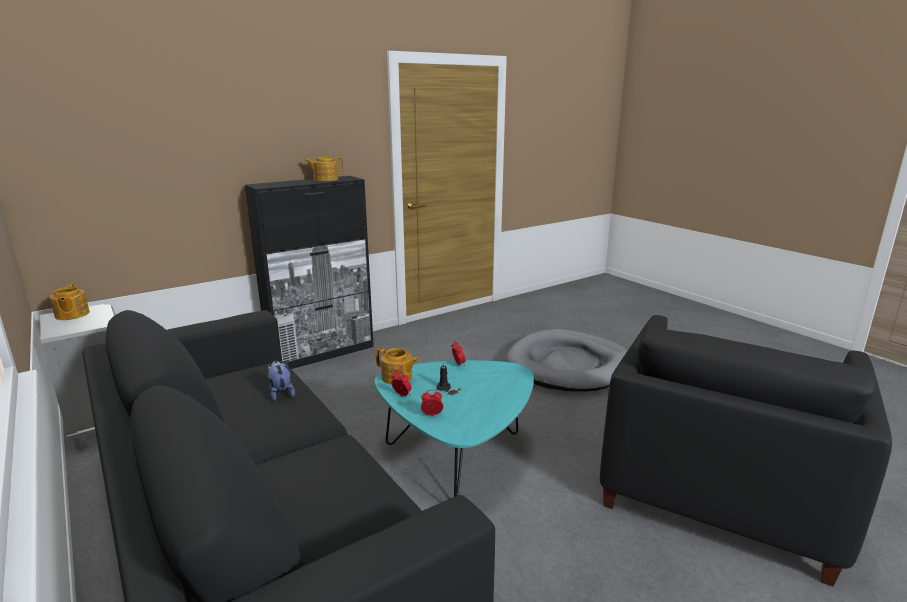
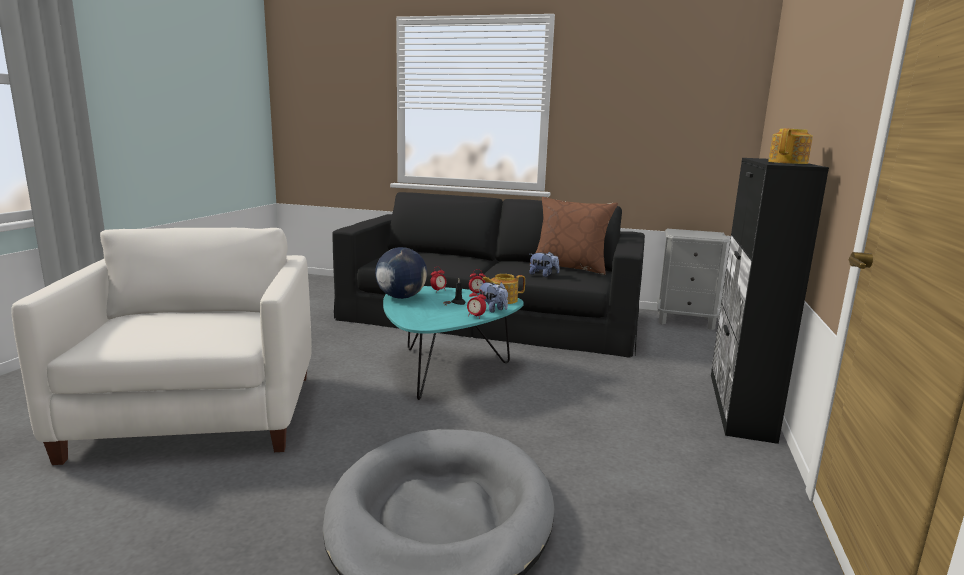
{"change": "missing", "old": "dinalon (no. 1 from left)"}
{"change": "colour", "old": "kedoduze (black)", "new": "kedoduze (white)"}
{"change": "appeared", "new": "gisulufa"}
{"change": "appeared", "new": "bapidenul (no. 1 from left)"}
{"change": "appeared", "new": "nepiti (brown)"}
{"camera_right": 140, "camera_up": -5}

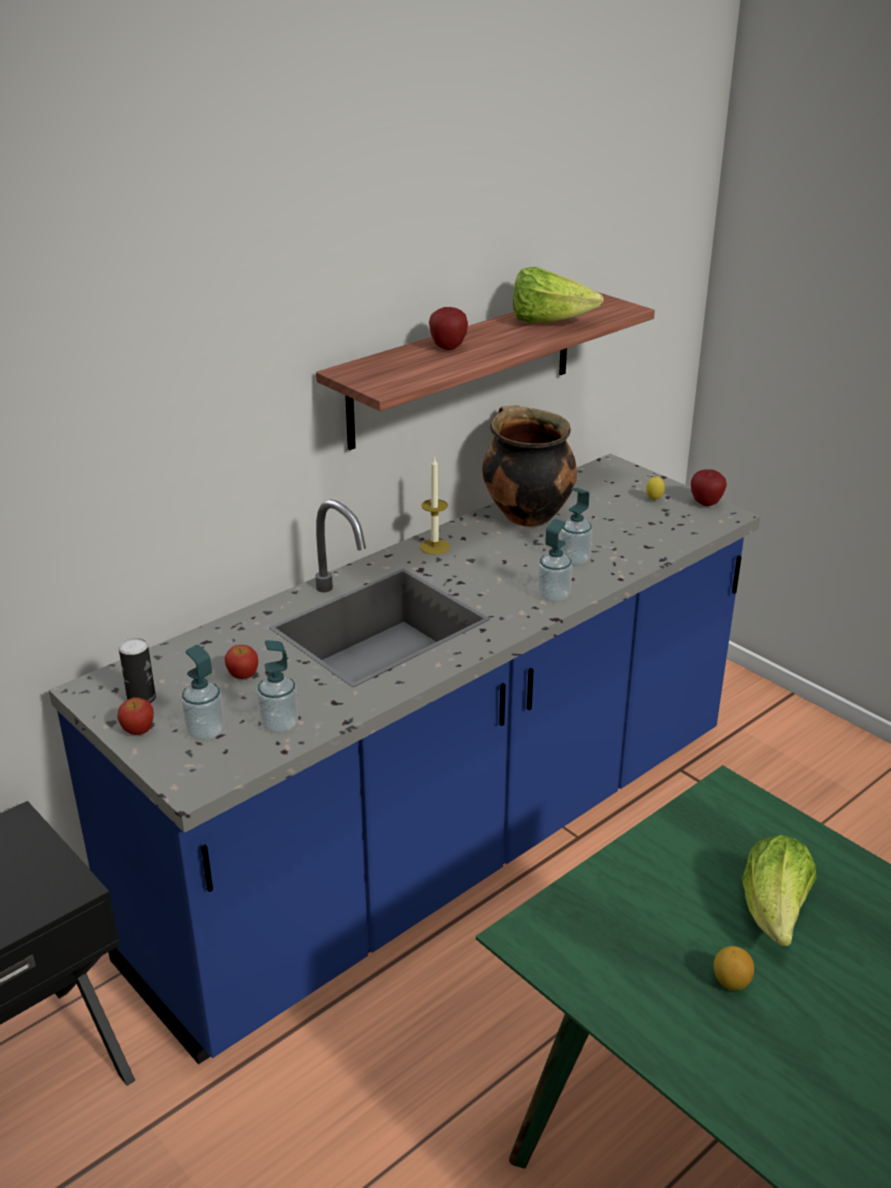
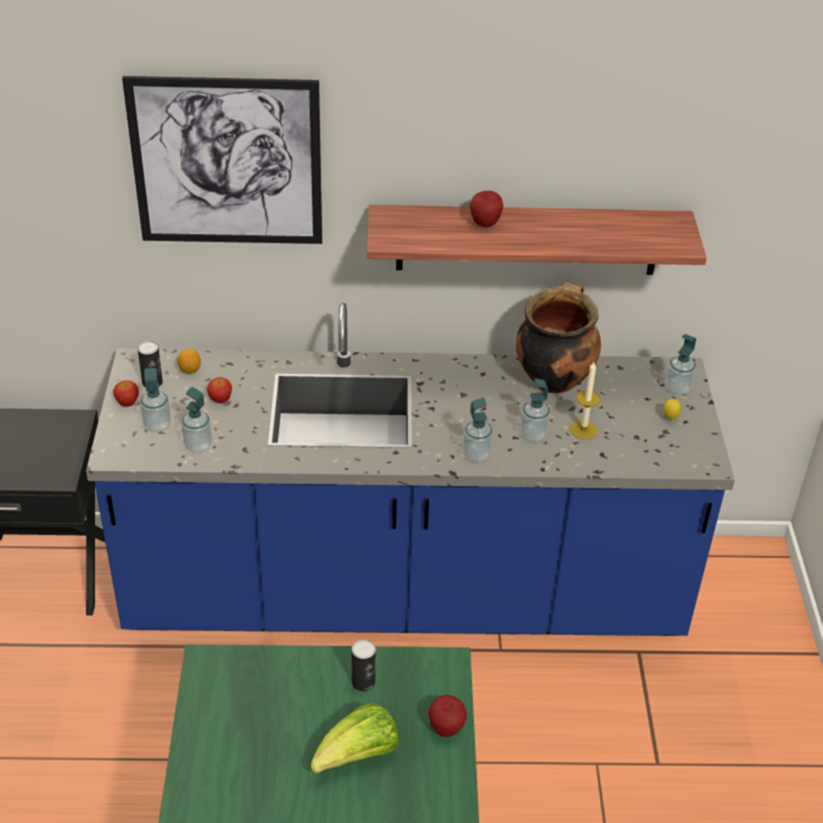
{"change": "relocated", "old": "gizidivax"}
{"change": "missing", "old": "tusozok (no. 1 from left)"}
{"change": "relocated", "old": "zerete (no. 4 from left in the first image)", "new": "zerete (no. 3 from left)"}
{"change": "relocated", "old": "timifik (no. 2 from left in the first image)", "new": "timifik (no. 1 from left)"}
{"change": "appeared", "new": "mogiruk"}
{"change": "appeared", "new": "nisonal (no. 2 from left)"}
{"change": "appeared", "new": "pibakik (no. 5 from left)"}
{"camera_right": 40, "camera_up": 10}

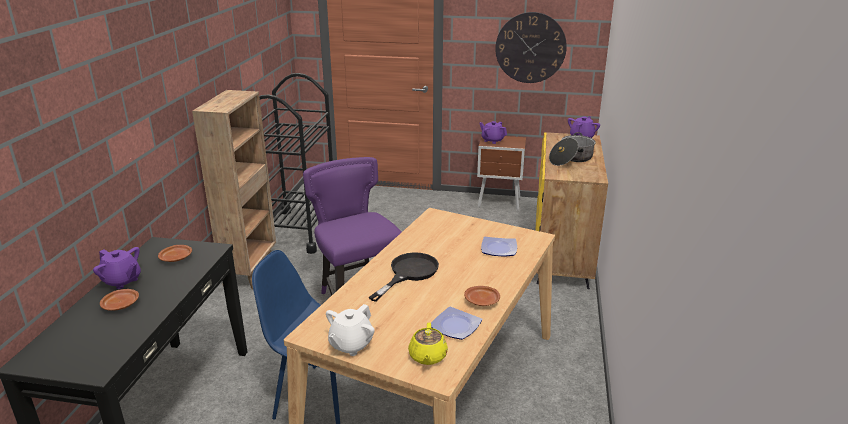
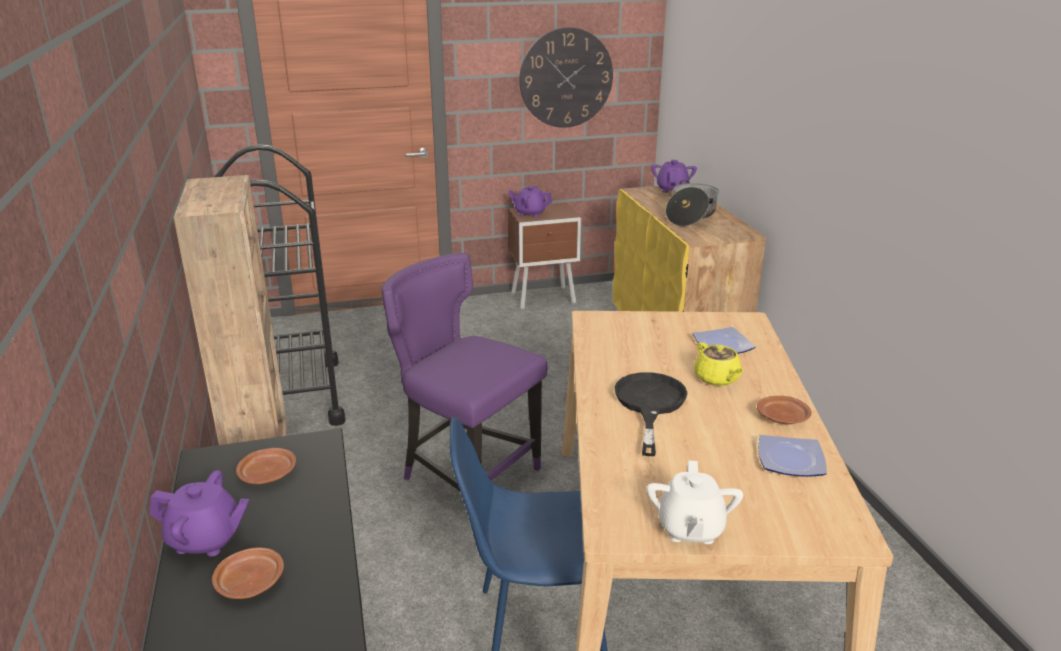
{"change": "relocated", "old": "dinalon (yellow)"}
{"camera_right": -25, "camera_up": 0}

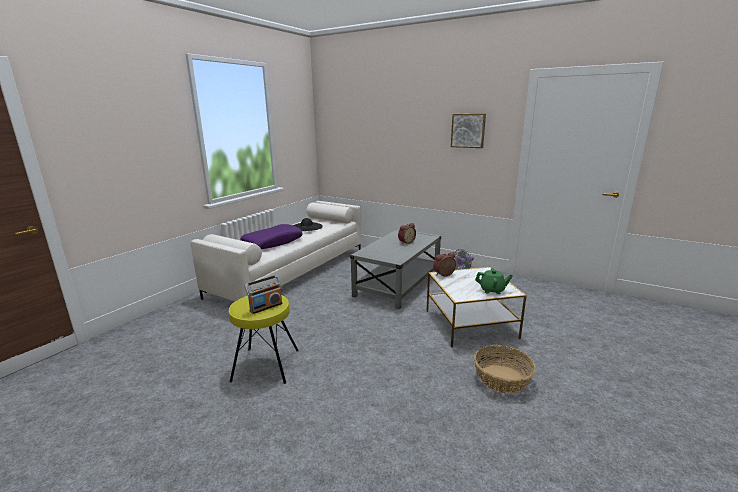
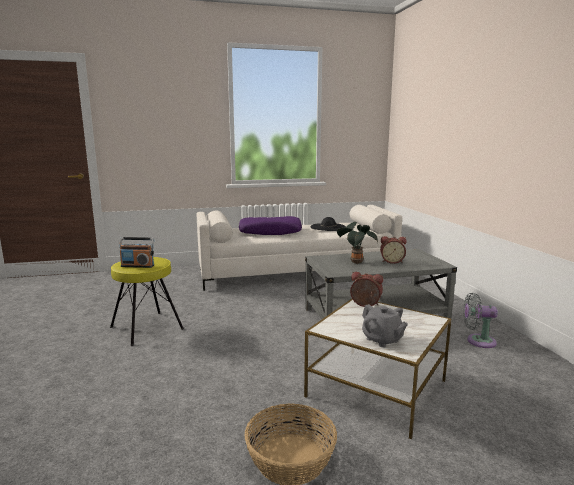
{"change": "missing", "old": "mogiruk"}
{"change": "colour", "old": "dinalon (green)", "new": "dinalon (grey)"}
{"change": "appeared", "new": "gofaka"}
{"camera_right": 45, "camera_up": -5}

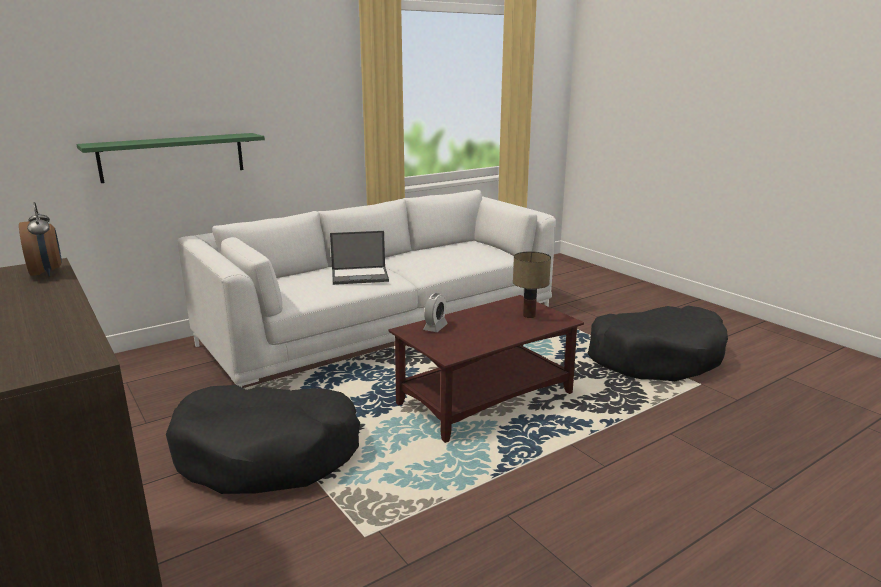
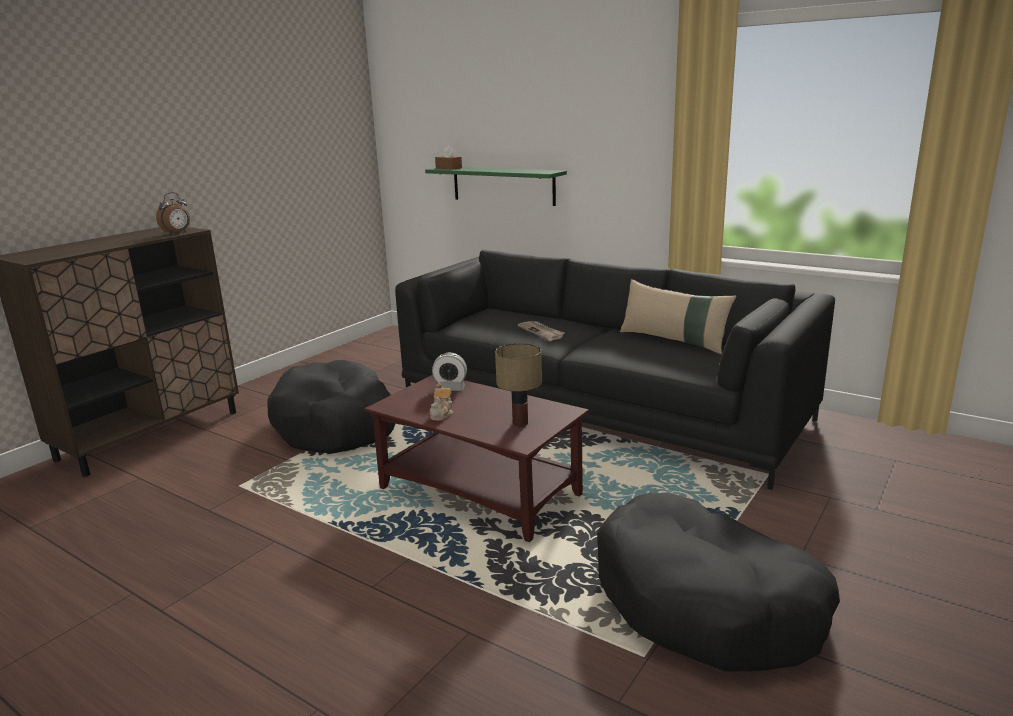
{"change": "colour", "old": "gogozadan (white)", "new": "gogozadan (black)"}
{"change": "exchanged", "old": "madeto", "new": "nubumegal"}
{"change": "appeared", "new": "dinalon"}
{"change": "appeared", "new": "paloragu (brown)"}
{"change": "appeared", "new": "nepiti (beige)"}
{"camera_right": 70, "camera_up": 0}

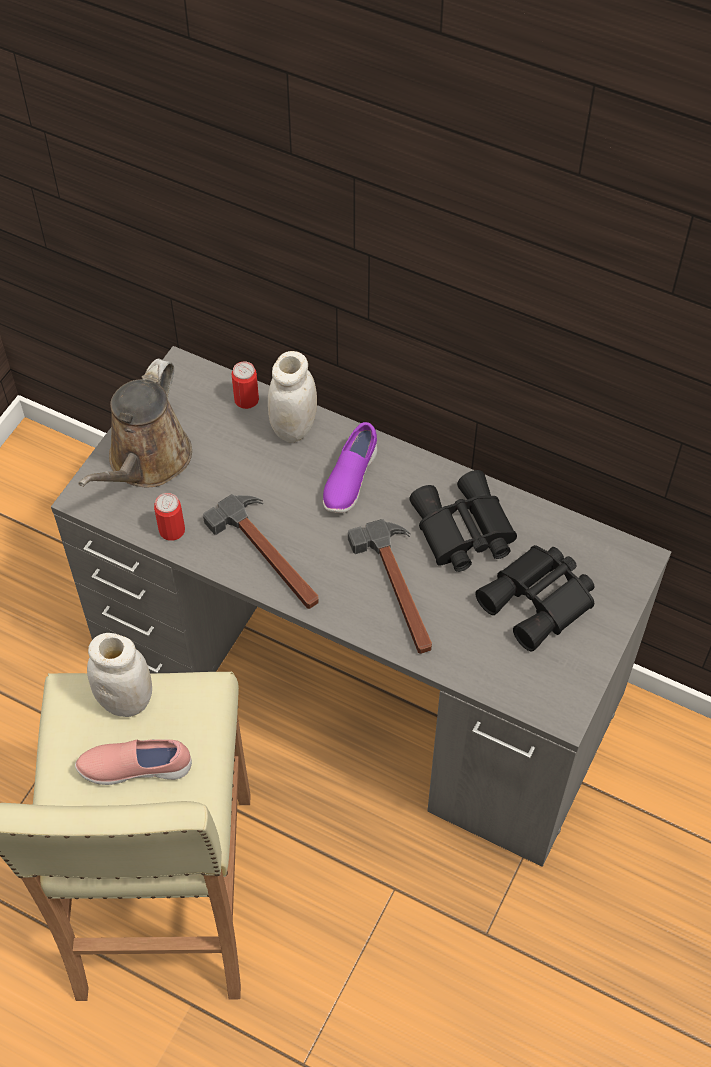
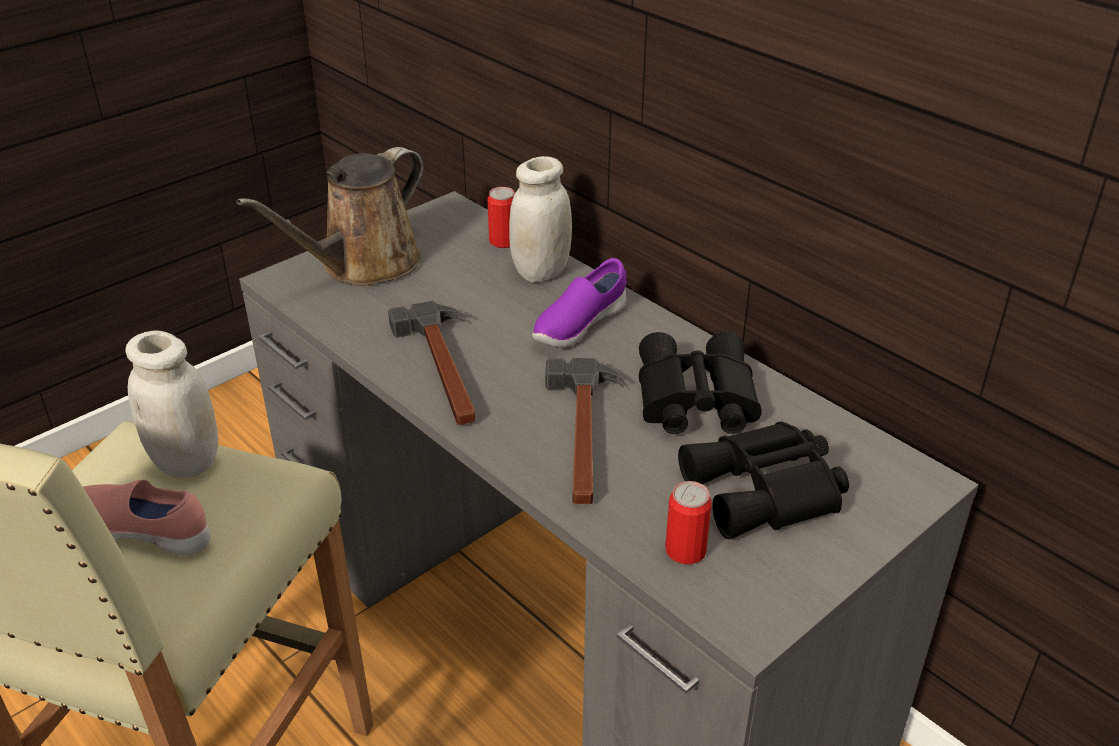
{"change": "relocated", "old": "nisonal (no. 1 from left in the first image)", "new": "nisonal (no. 2 from left)"}
{"camera_right": 20, "camera_up": -20}

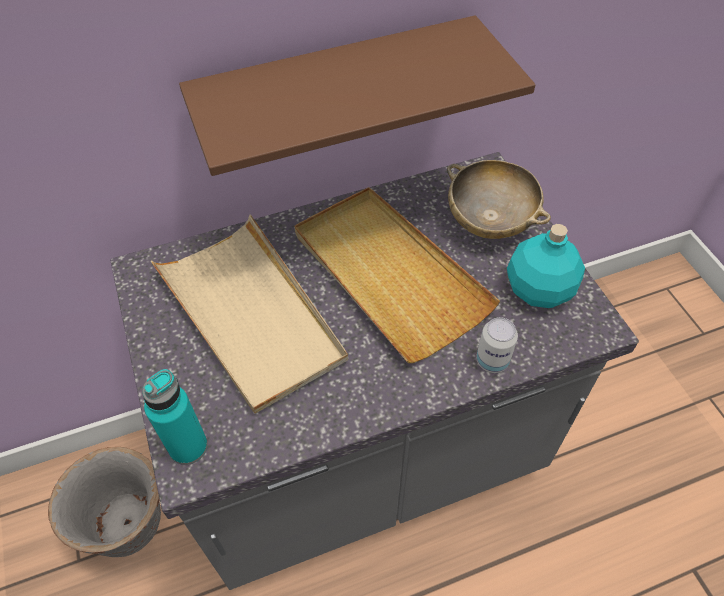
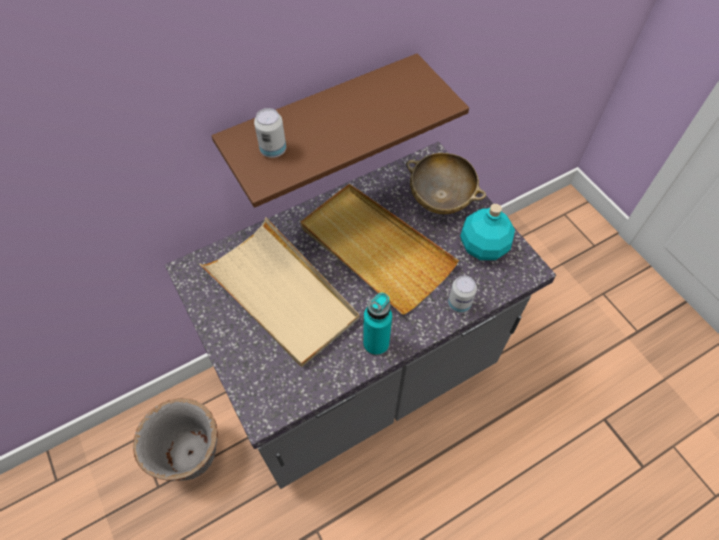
{"change": "relocated", "old": "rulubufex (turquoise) (no. 1 from left)"}
{"change": "appeared", "new": "nisonal (no. 1 from left)"}
{"camera_right": -10, "camera_up": 5}

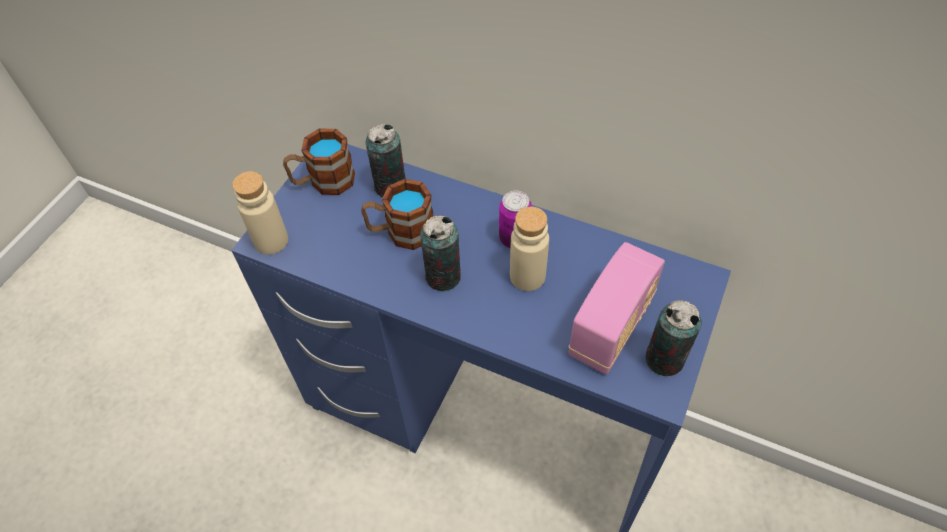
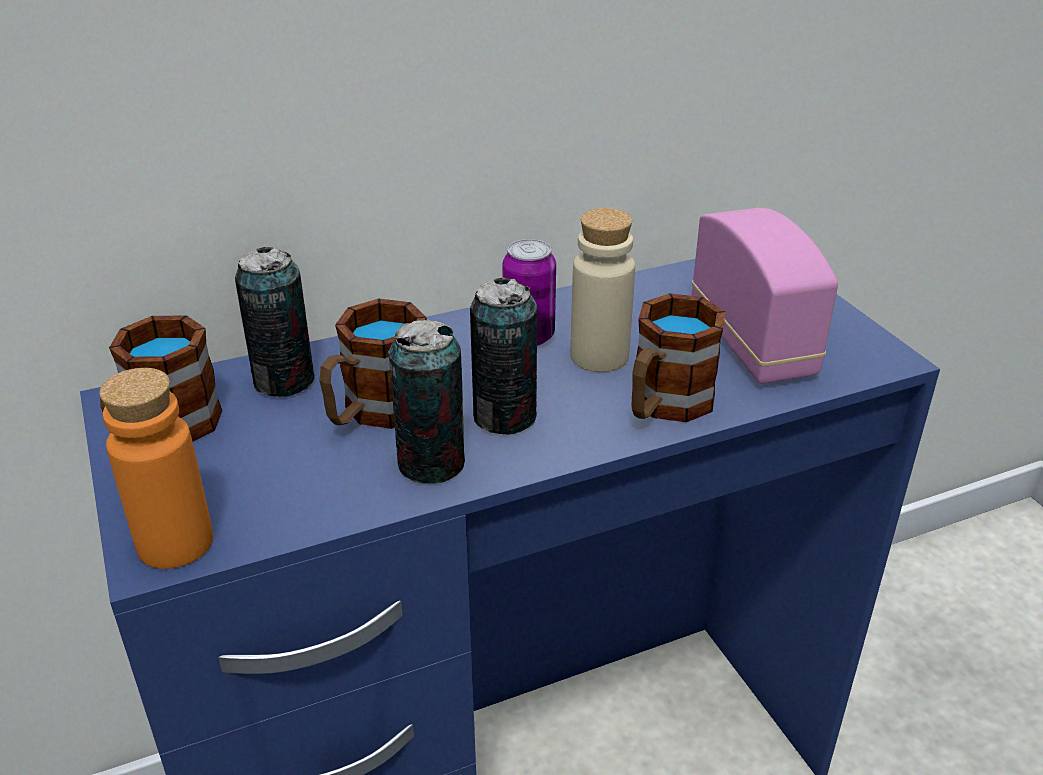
{"change": "colour", "old": "rulubufex (beige) (no. 1 from left)", "new": "rulubufex (orange)"}
{"change": "relocated", "old": "nisonal (no. 4 from left in the first image)", "new": "nisonal (no. 2 from left)"}
{"change": "appeared", "new": "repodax (no. 3 from left)"}
{"camera_right": -50, "camera_up": -20}

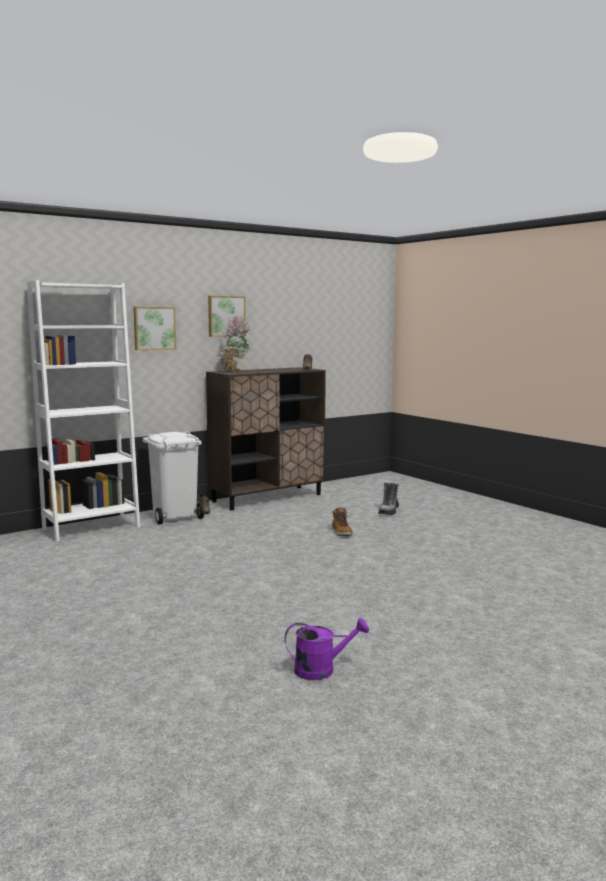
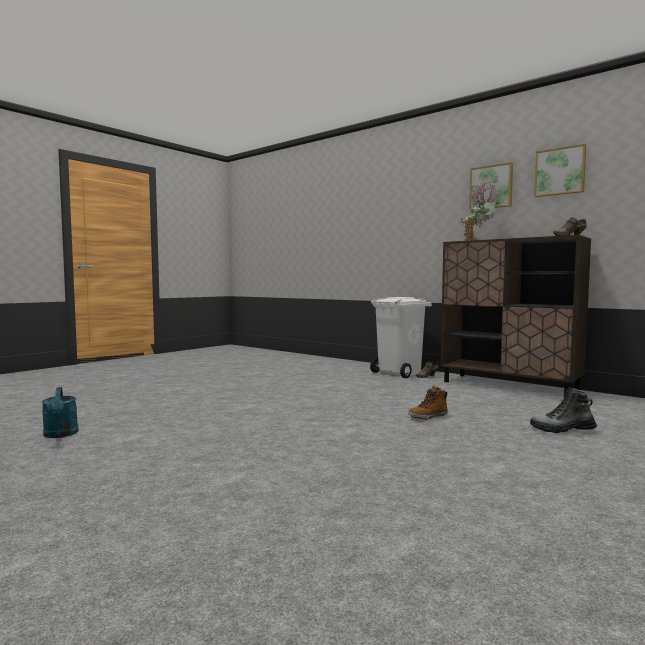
{"change": "missing", "old": "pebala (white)"}
{"change": "relocated", "old": "mogiruk (no. 1 from left in the first image)", "new": "mogiruk (no. 2 from left)"}
{"change": "colour", "old": "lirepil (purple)", "new": "lirepil (turquoise)"}
{"camera_right": 75, "camera_up": -5}

